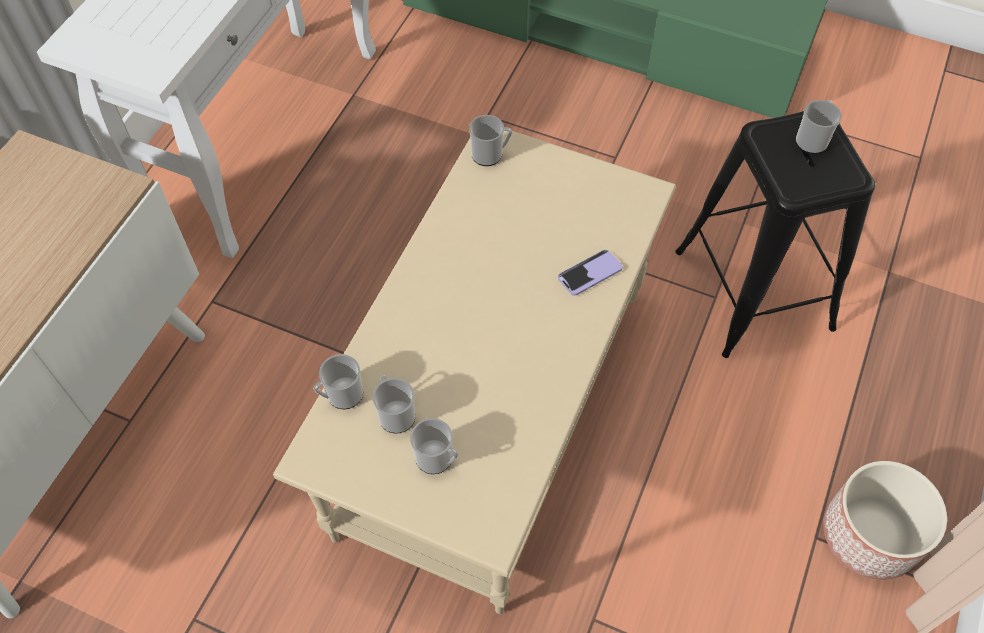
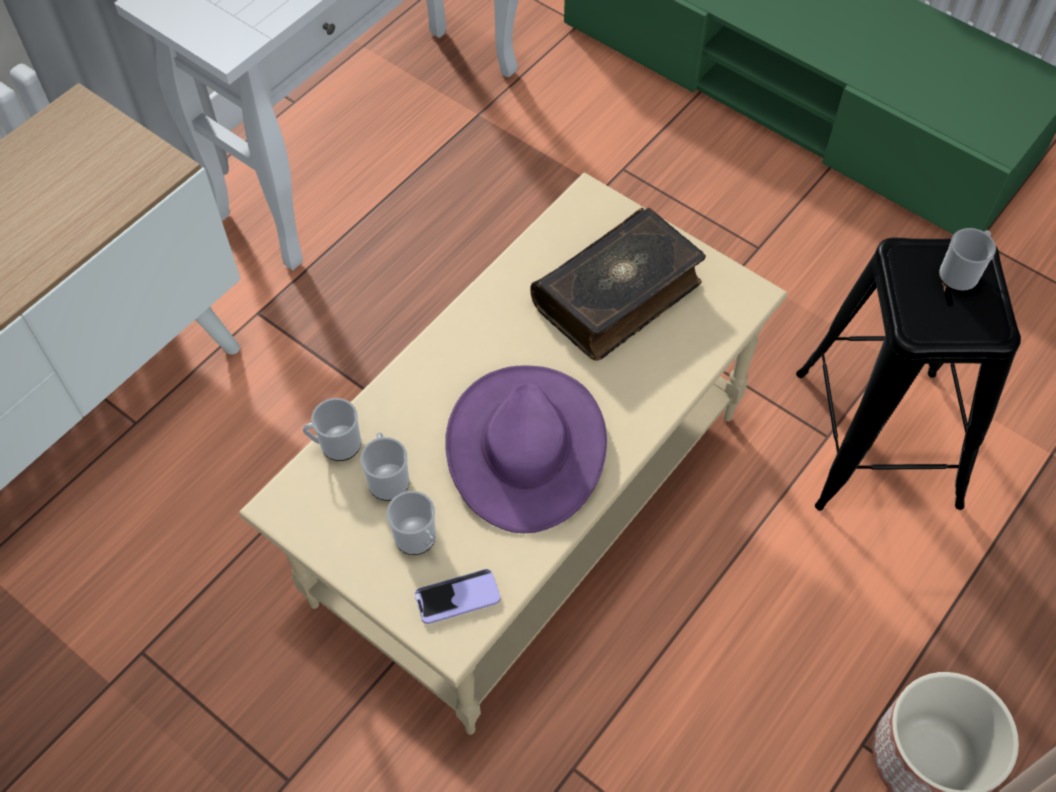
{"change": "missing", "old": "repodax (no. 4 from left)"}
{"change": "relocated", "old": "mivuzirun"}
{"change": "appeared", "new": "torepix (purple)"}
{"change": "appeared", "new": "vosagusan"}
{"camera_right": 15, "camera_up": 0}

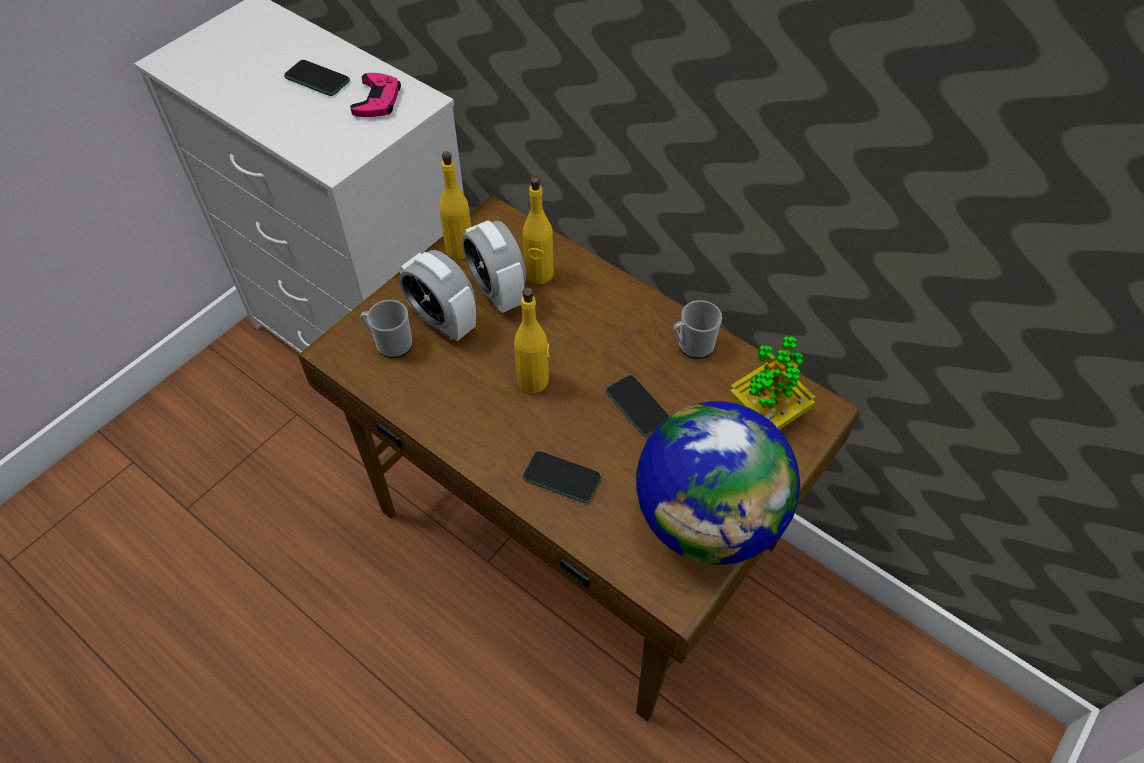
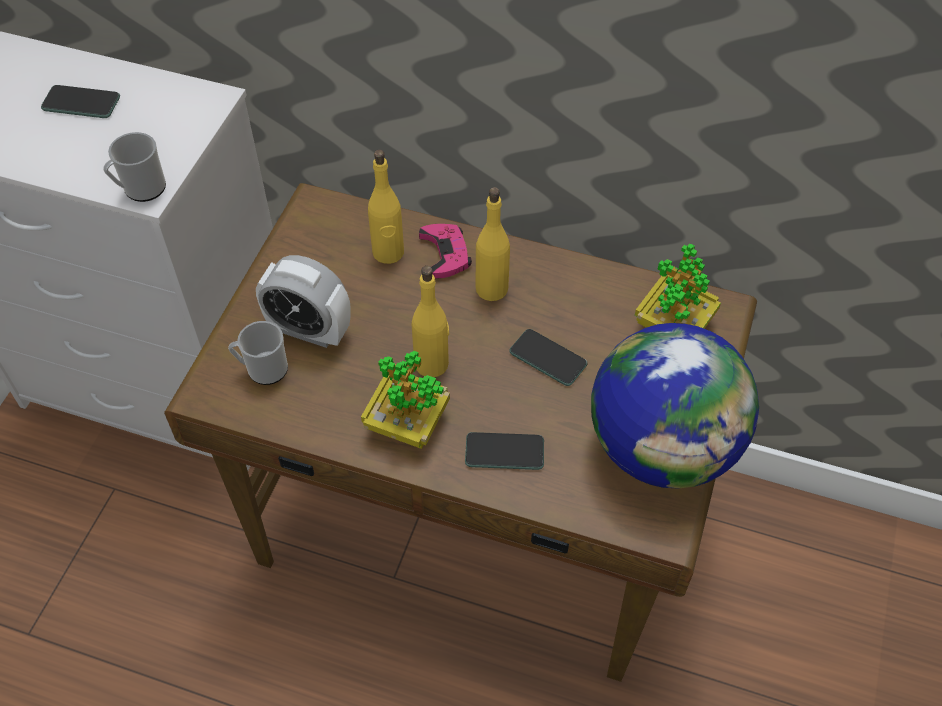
{"change": "relocated", "old": "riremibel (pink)"}
{"change": "relocated", "old": "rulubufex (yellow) (no. 1 from left in the first image)", "new": "rulubufex (yellow) (no. 3 from left)"}
{"change": "missing", "old": "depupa (no. 2 from left)"}
{"change": "relocated", "old": "repodax (no. 2 from left in the first image)", "new": "repodax (no. 1 from left)"}
{"change": "appeared", "new": "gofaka (no. 1 from left)"}
{"camera_right": -20, "camera_up": 0}

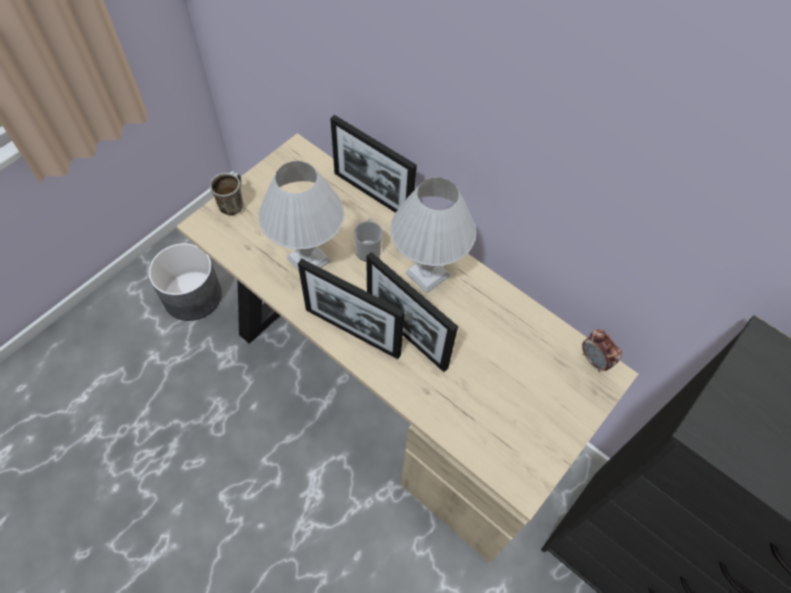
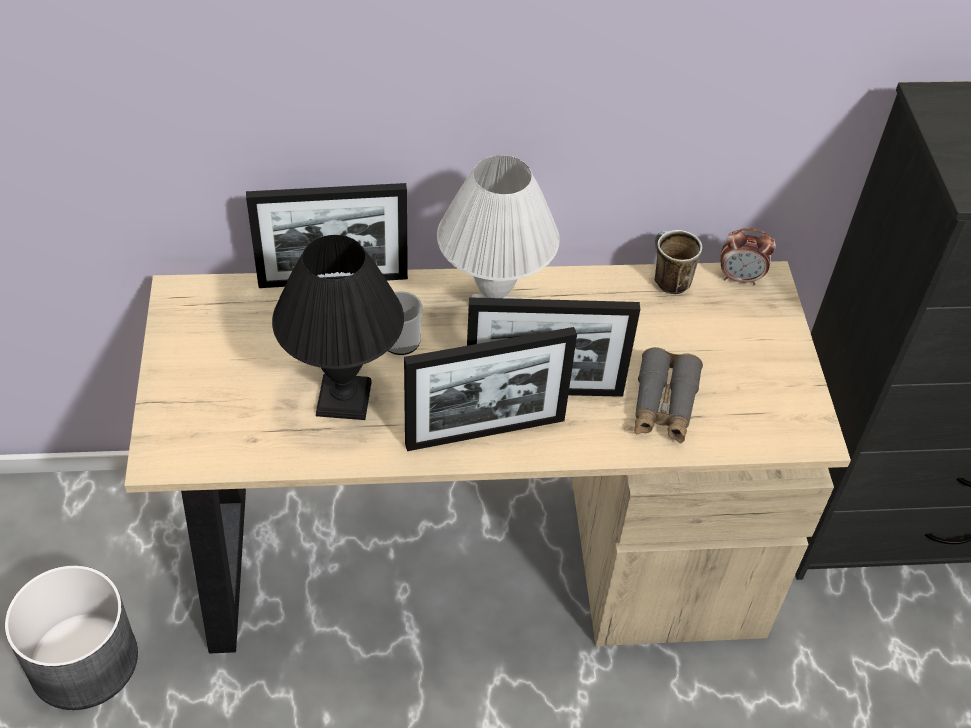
{"change": "relocated", "old": "repodax (no. 1 from left in the first image)", "new": "repodax (no. 2 from left)"}
{"change": "colour", "old": "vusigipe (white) (no. 1 from left)", "new": "vusigipe (black)"}
{"change": "appeared", "new": "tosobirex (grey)"}
{"camera_right": -45, "camera_up": -10}

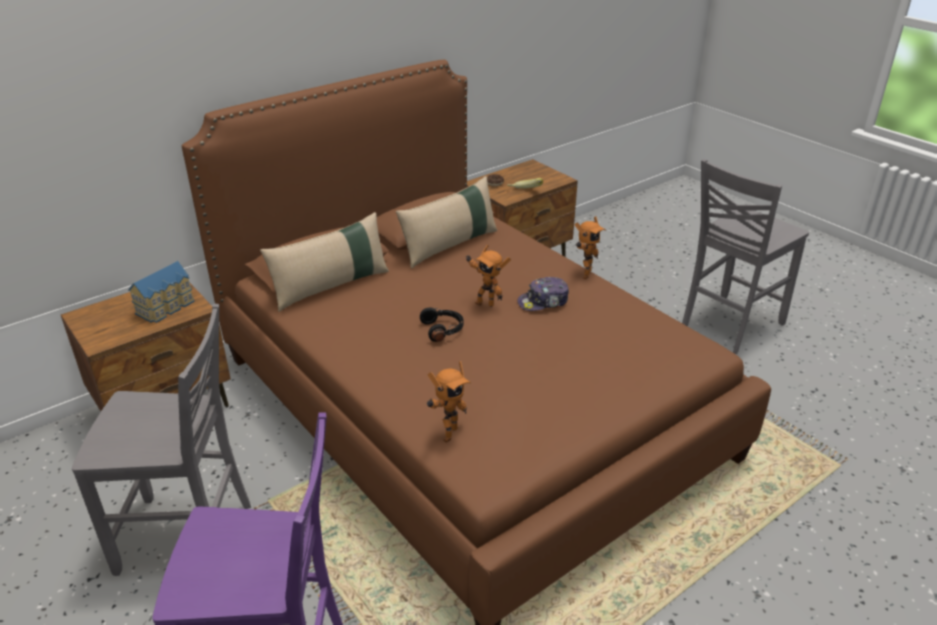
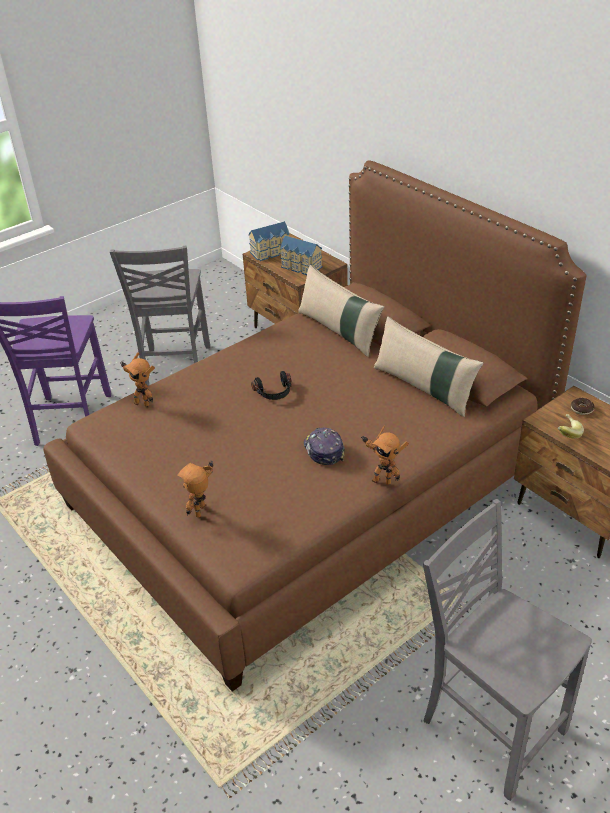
{"change": "relocated", "old": "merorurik (no. 2 from left)"}
{"change": "appeared", "new": "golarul (no. 1 from left)"}
{"camera_right": 90, "camera_up": 5}

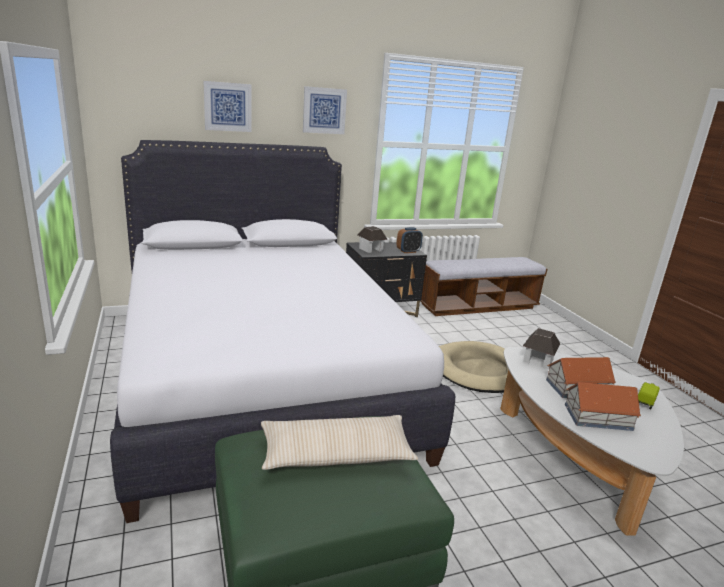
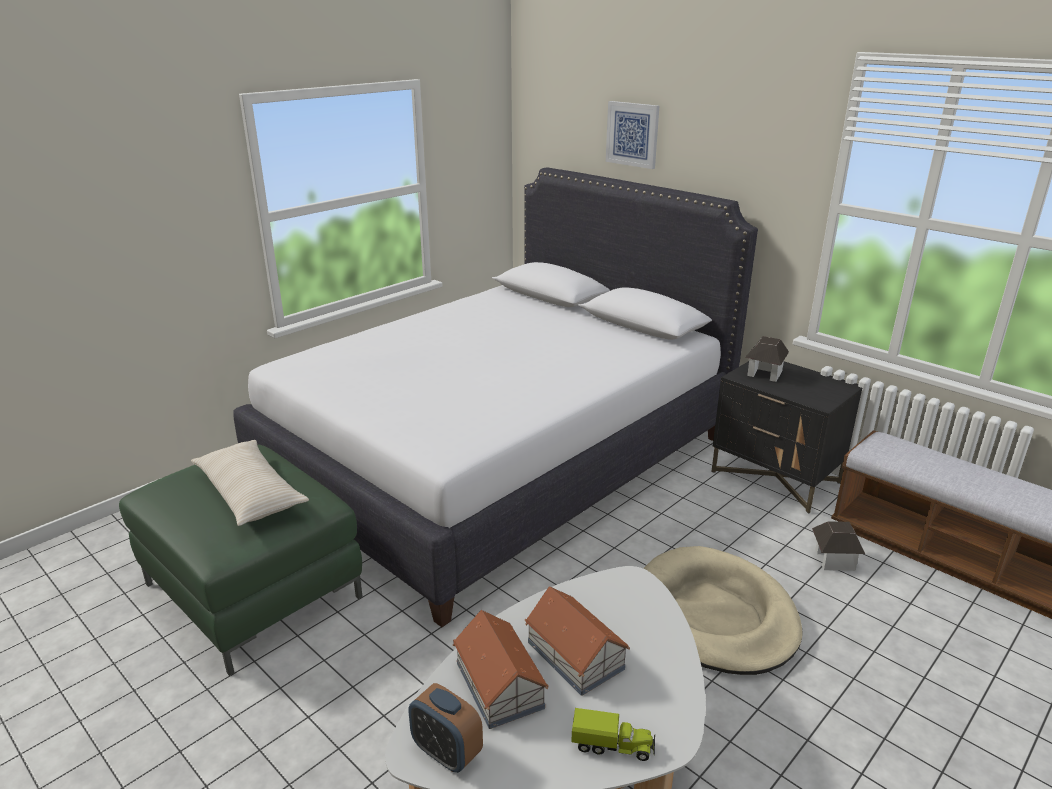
{"change": "missing", "old": "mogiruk (no. 2 from left)"}
{"change": "relocated", "old": "depupa"}
{"change": "relocated", "old": "golarul (no. 2 from left in the first image)", "new": "golarul (no. 4 from left)"}
{"camera_right": 65, "camera_up": 5}

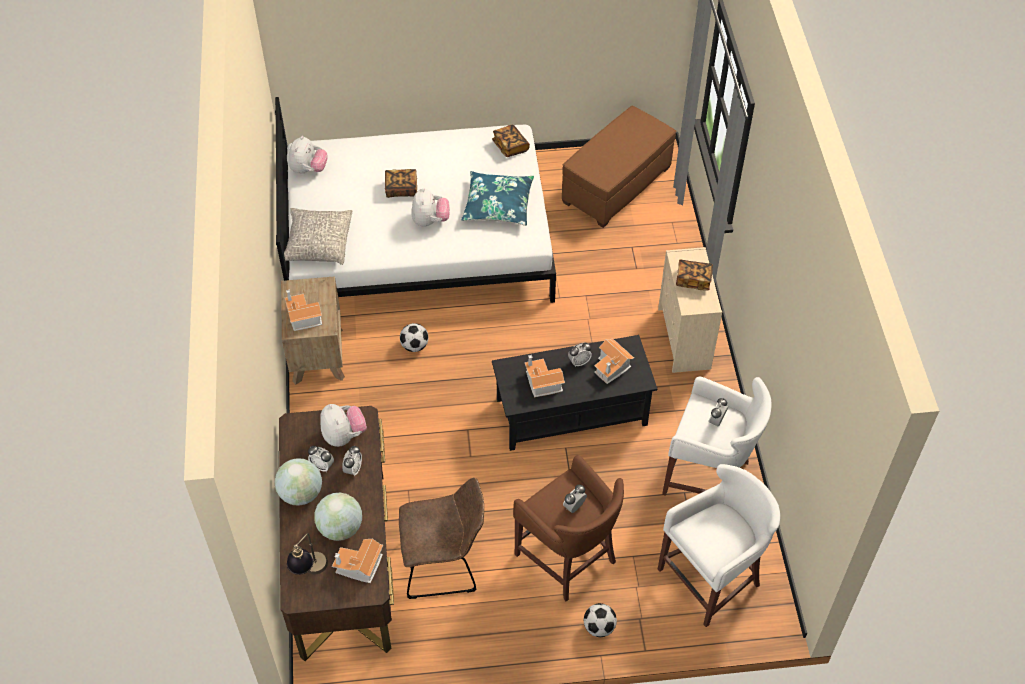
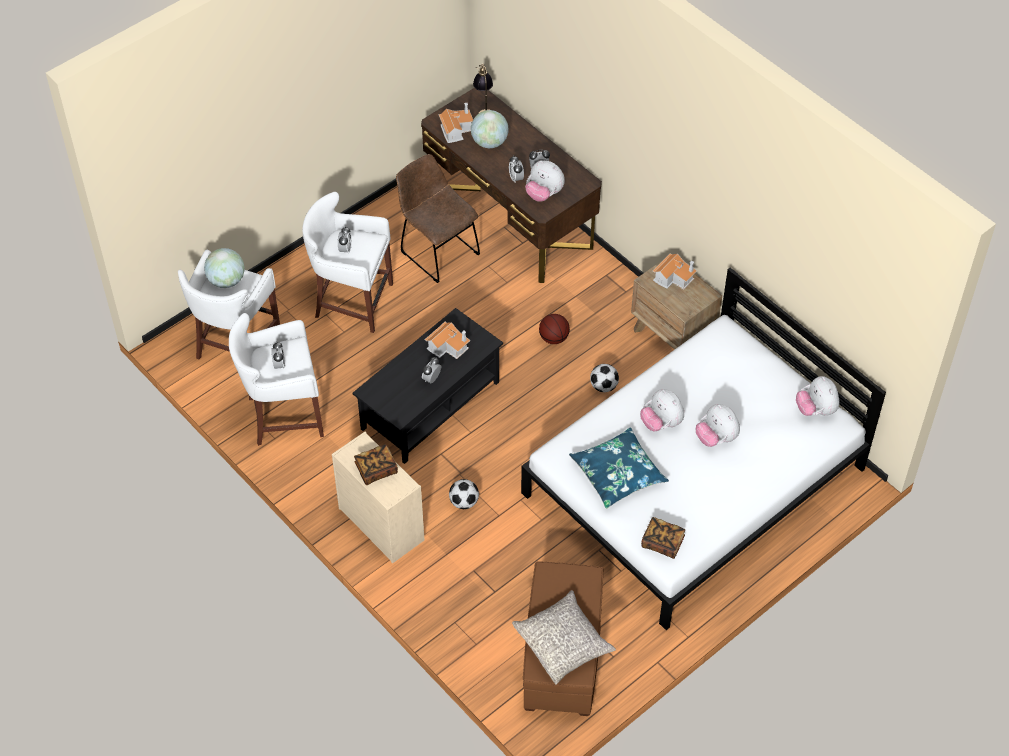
{"change": "relocated", "old": "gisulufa (no. 1 from left)"}
{"change": "relocated", "old": "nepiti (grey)"}
{"change": "exchanged", "old": "vosagusan (no. 1 from left)", "new": "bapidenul (no. 3 from left)"}
{"change": "spun", "old": "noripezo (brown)", "degrees": 90}
{"change": "colour", "old": "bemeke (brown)", "new": "bemeke (white) (no. 3 from left)"}
{"change": "relocated", "old": "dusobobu (no. 2 from left in the first image)", "new": "dusobobu (no. 1 from left)"}
{"change": "missing", "old": "golarul (no. 4 from left)"}
{"change": "appeared", "new": "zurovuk"}
{"camera_right": 145, "camera_up": 0}

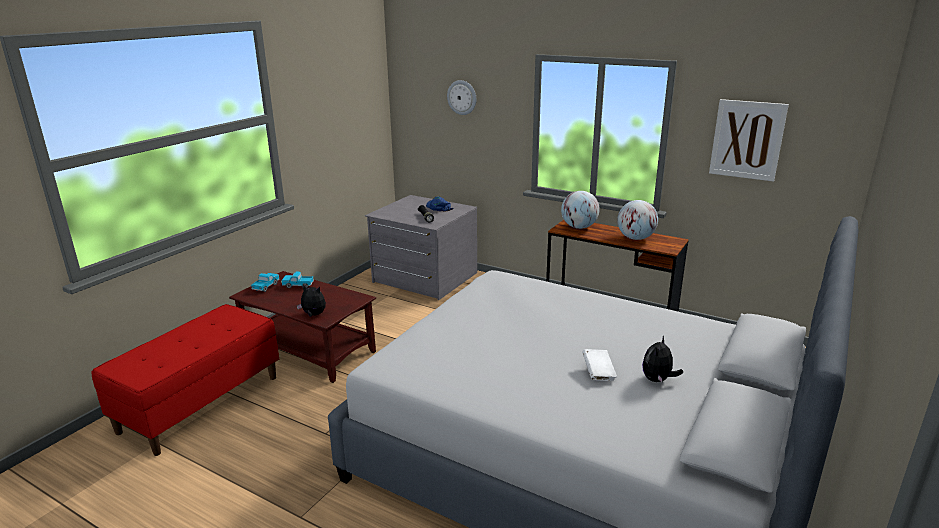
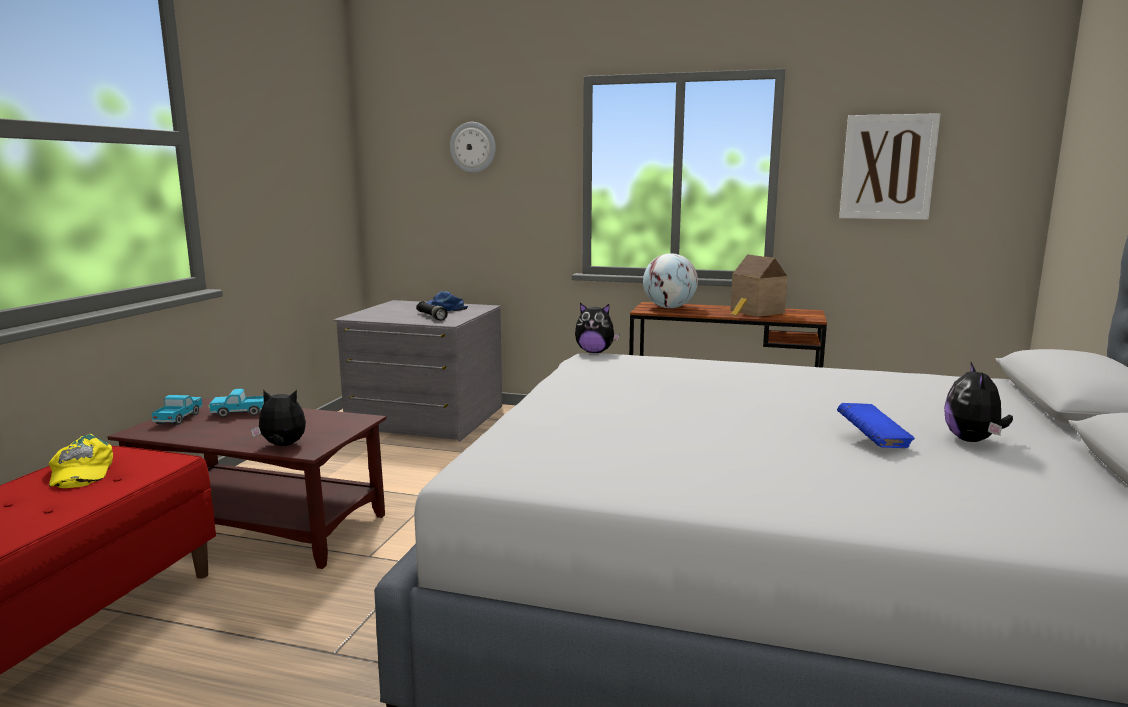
{"change": "colour", "old": "vosagusan (white)", "new": "vosagusan (blue)"}
{"change": "exchanged", "old": "gisulufa (no. 2 from left)", "new": "golarul"}
{"change": "appeared", "new": "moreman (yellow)"}
{"change": "appeared", "new": "bapidenul (no. 2 from left)"}
{"camera_right": -15, "camera_up": -10}

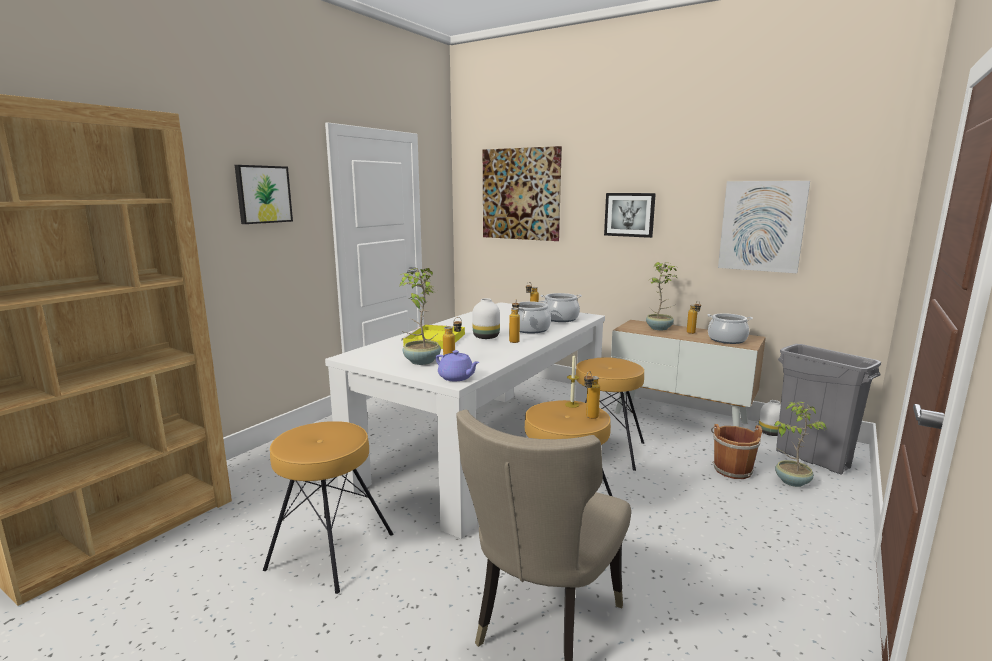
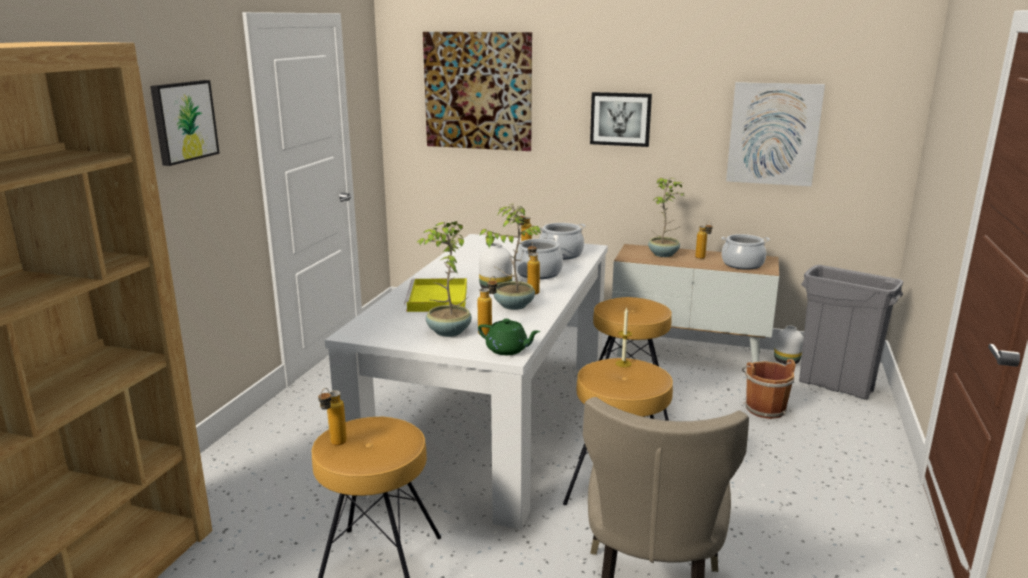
{"change": "colour", "old": "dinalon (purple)", "new": "dinalon (green)"}
{"change": "relocated", "old": "rulubufex (no. 4 from left in the first image)", "new": "rulubufex (no. 1 from left)"}
{"change": "relocated", "old": "gofaka (no. 3 from left in the first image)", "new": "gofaka (no. 2 from left)"}
{"camera_right": -15, "camera_up": 5}

